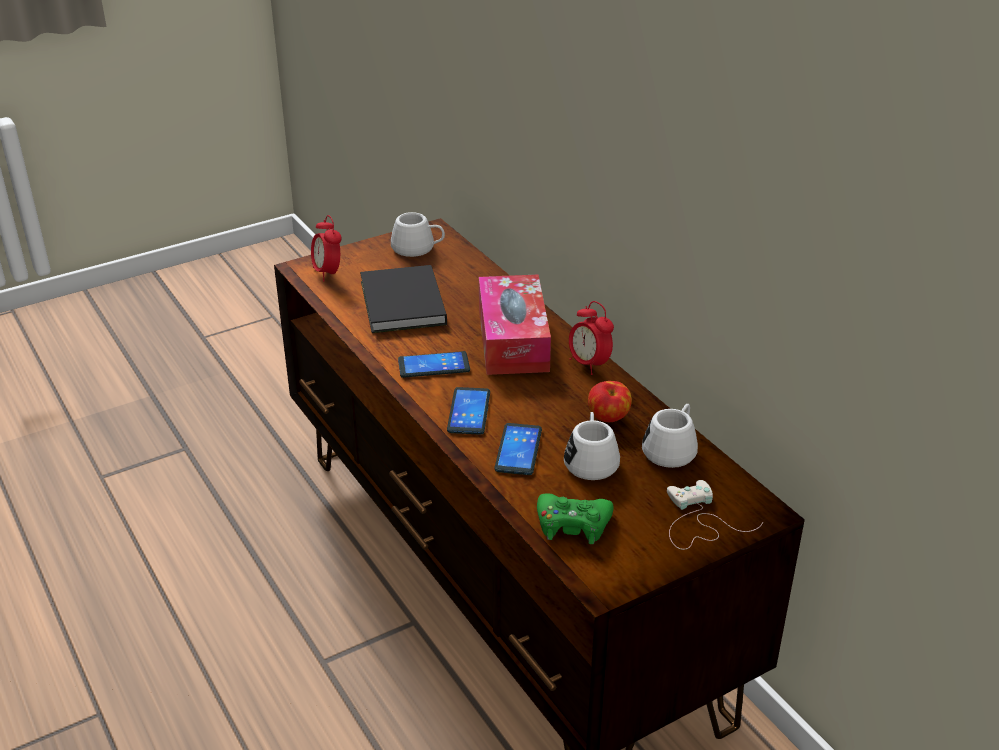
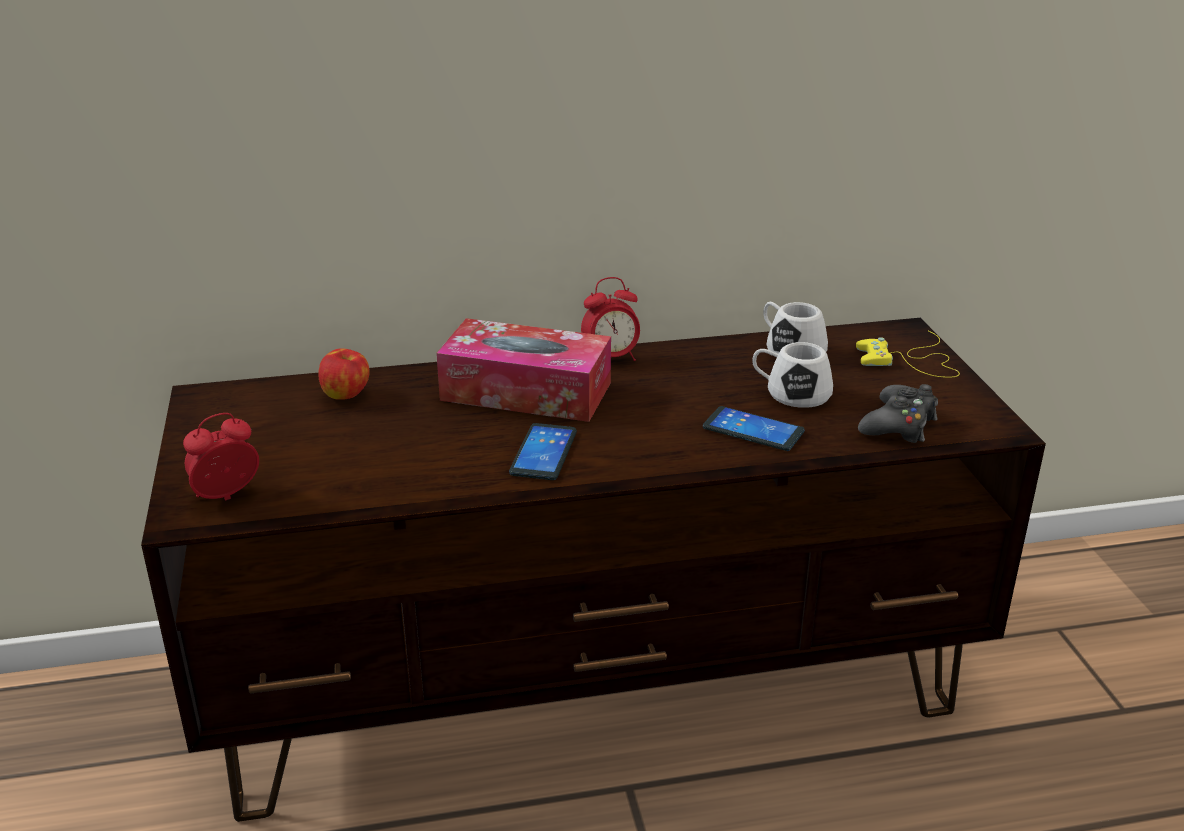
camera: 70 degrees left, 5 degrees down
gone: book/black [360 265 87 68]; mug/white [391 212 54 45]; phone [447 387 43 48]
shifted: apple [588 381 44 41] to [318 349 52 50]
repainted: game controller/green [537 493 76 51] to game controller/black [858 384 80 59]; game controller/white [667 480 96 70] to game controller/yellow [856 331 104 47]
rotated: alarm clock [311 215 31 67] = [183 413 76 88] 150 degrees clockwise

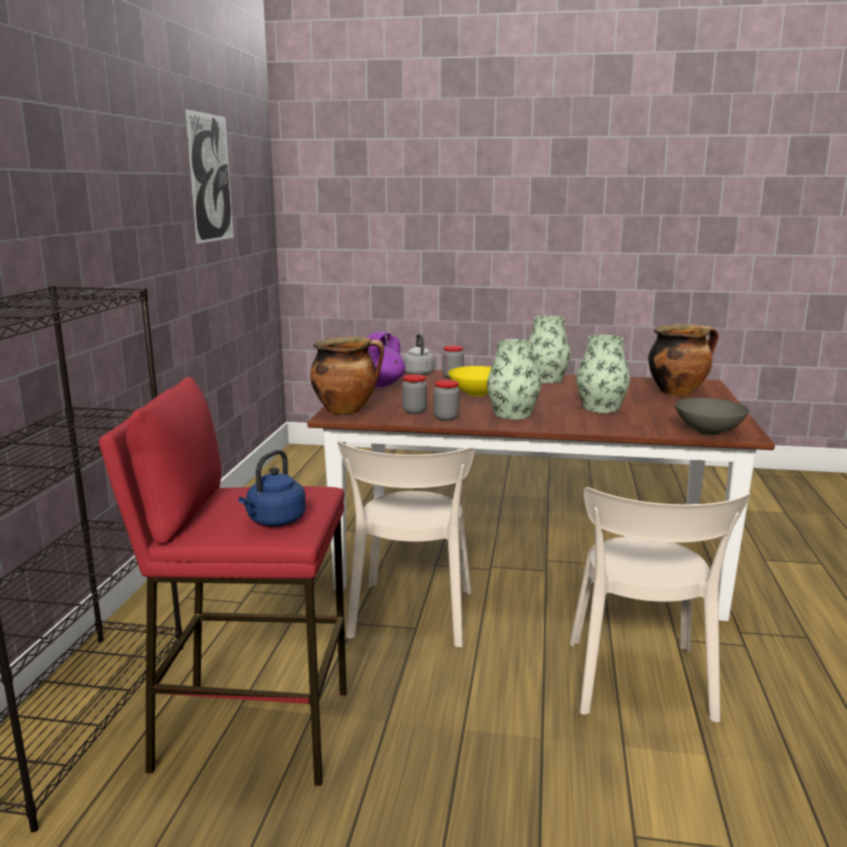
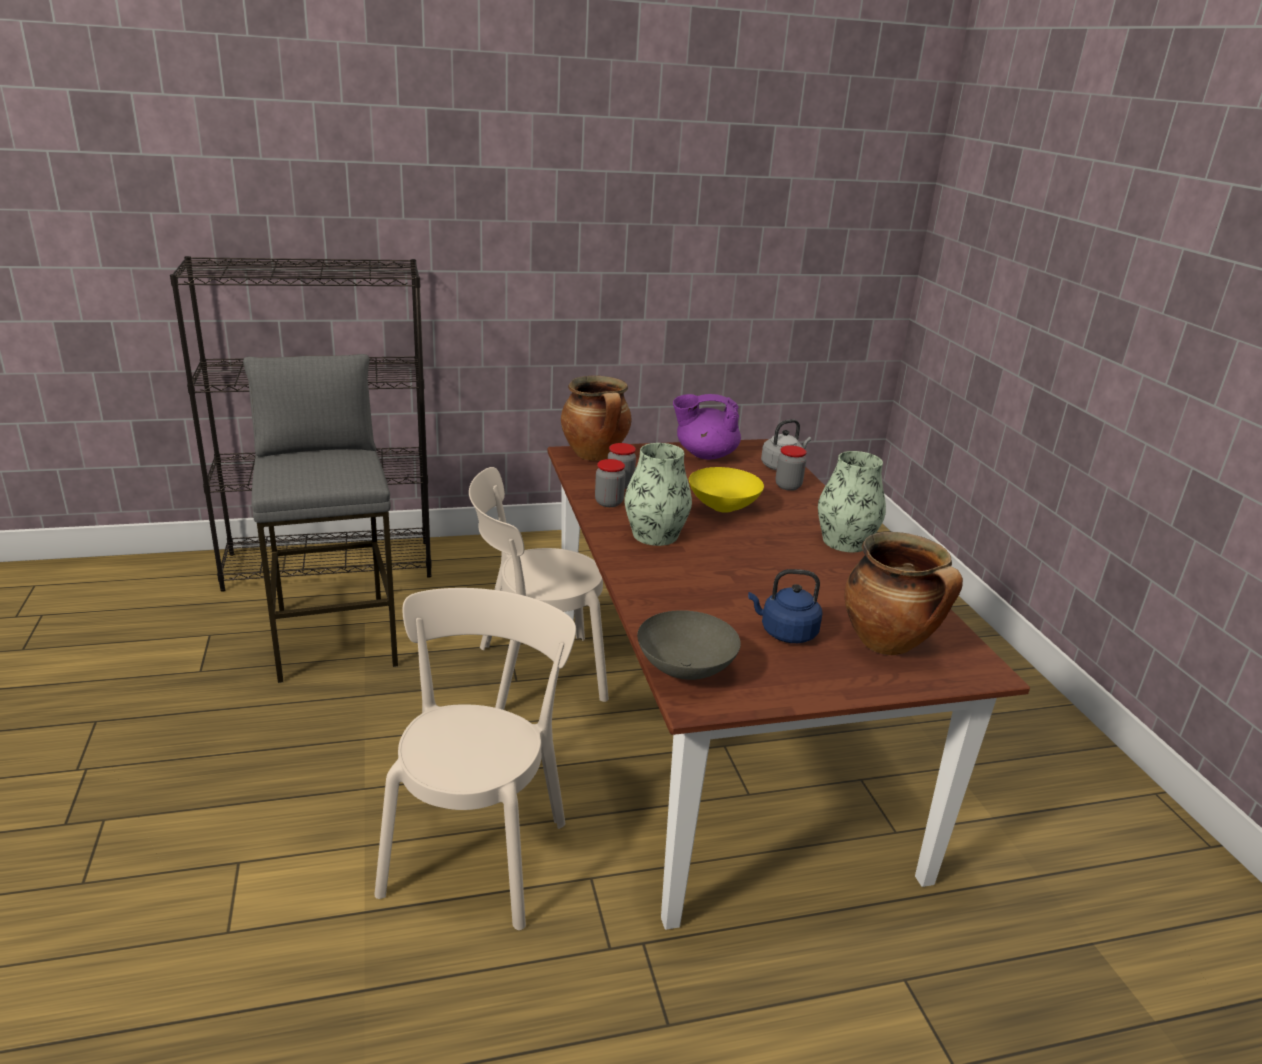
camera: 65 degrees right, 10 degrees up
gone: picture [186 109 48 135]; vase [576 335 54 78]
shifted: kettle/blue [238 450 68 76] to [748 569 75 74]
repainted: stool/red [99 377 248 409] to stool/grey [243 354 155 329]
rotated: chair/beige [570 487 181 235] = [374 588 202 342] 120 degrees clockwise

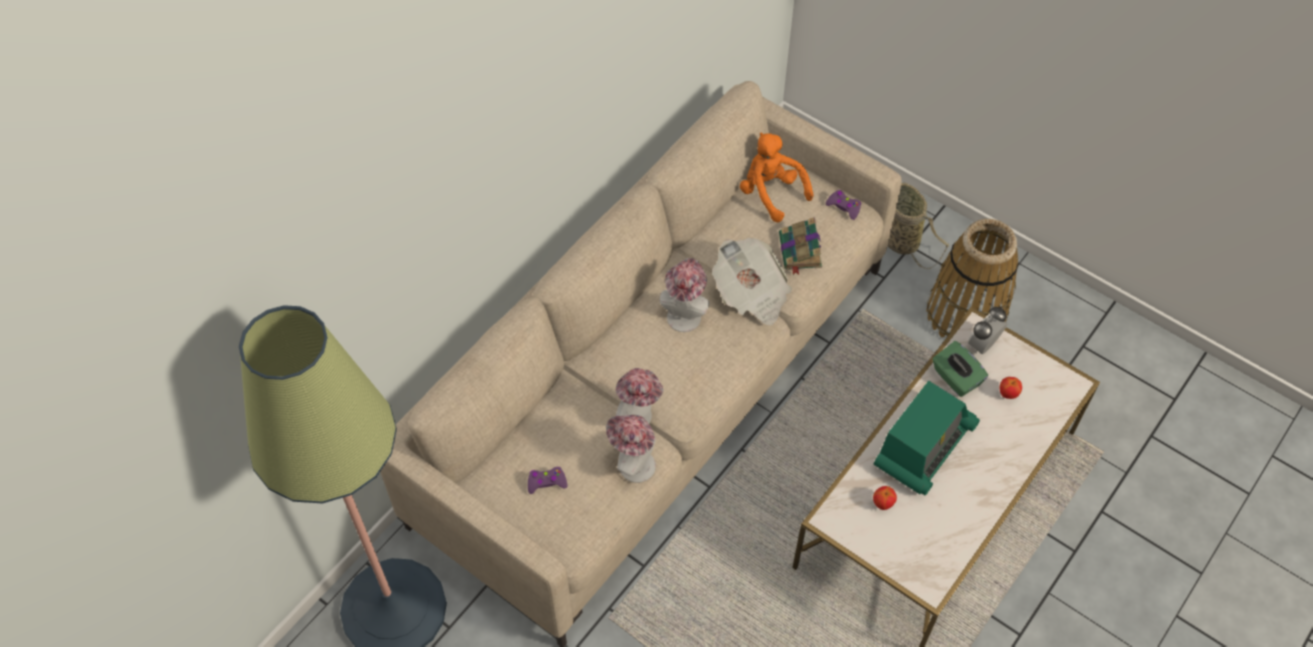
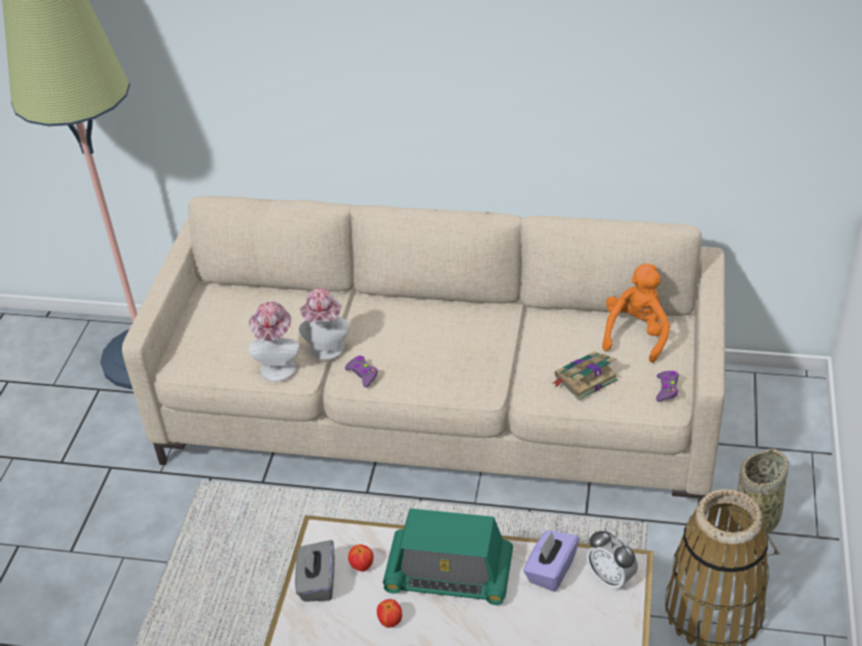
camera: 65 degrees right, 15 degrees down
gone: hat [660 258 49 74]; newspaper [712 238 80 88]
new: tissue box/grey [295 540 40 62]
shifted: game controller/purple [528 467 39 27] to [345 356 33 32]; apple [1000 377 22 22] to [377 599 25 29]
repainted: tissue box/green [932 341 56 56] to tissue box/purple [523 530 56 62]
rotated: alarm clock [967 307 40 47] = [586 531 52 60] 150 degrees counterclockwise

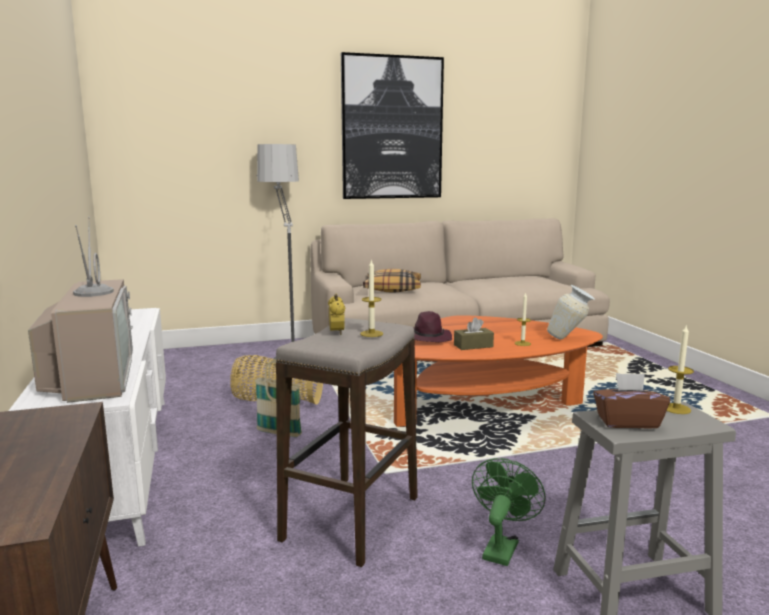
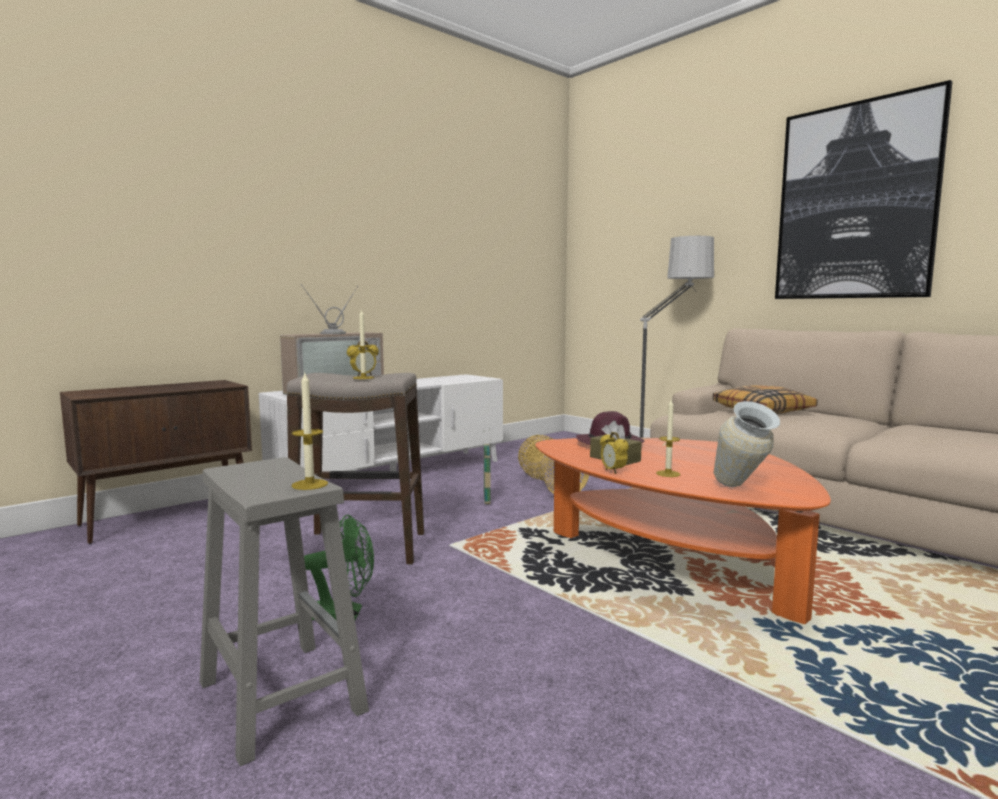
camera: 65 degrees right, 5 degrees down
gone: tissue box/brown [593 373 77 56]
new: alarm clock [600 432 29 42]

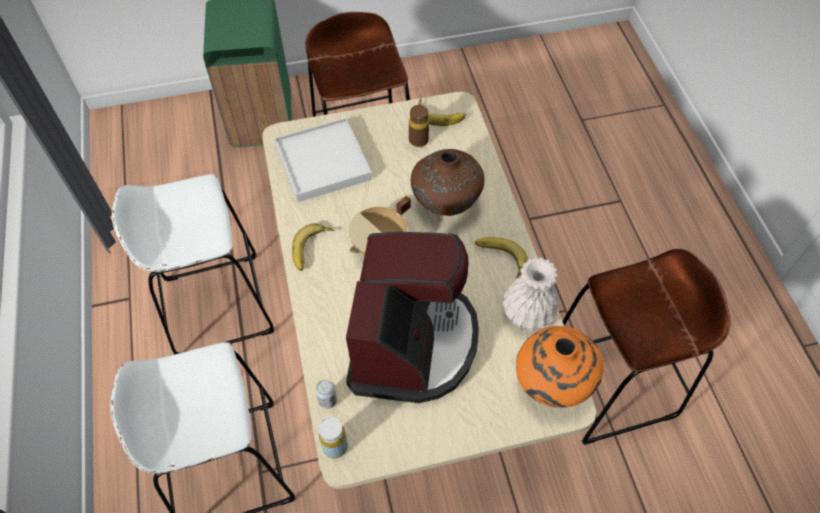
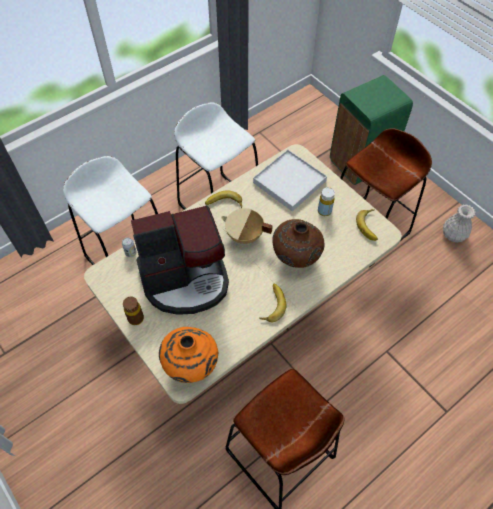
camera: 65 degrees right, 0 degrees up
shifted: bottle/yellow [318 417 30 41] to [318 187 17 29]; bottle/brown [409 105 20 42] to [123 296 21 29]; vase/white [503 257 56 75] to [443 204 33 39]

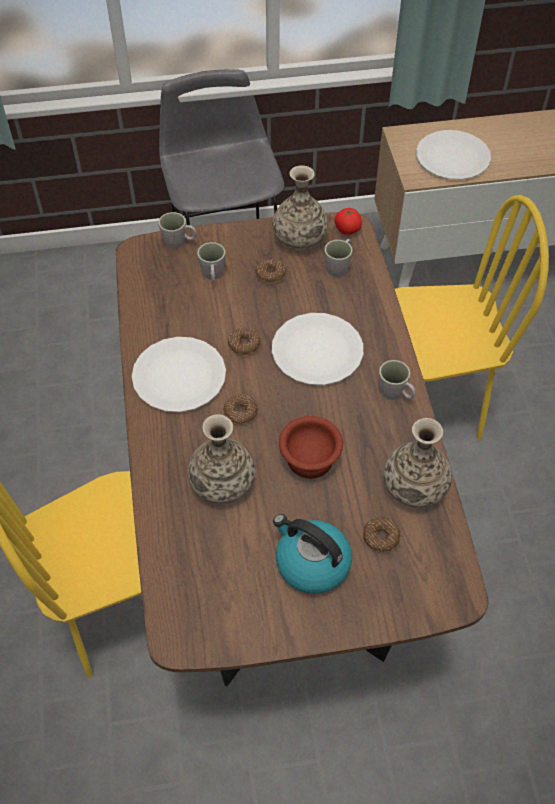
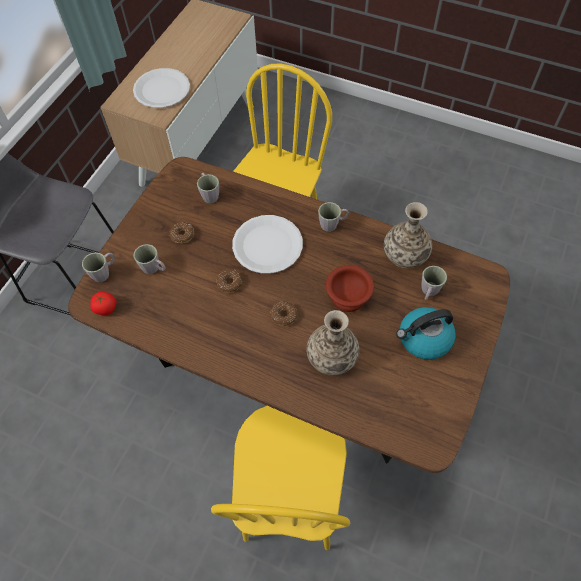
camera: 55 degrees left, 5 degrees up
gone: plate/white [132 337 94 75]; vase [272 165 56 86]
shifted: tomato [335 208 27 27] to [90 292 26 23]
swapped: donut [363 517 37 35] to mug/grey [421 266 26 34]

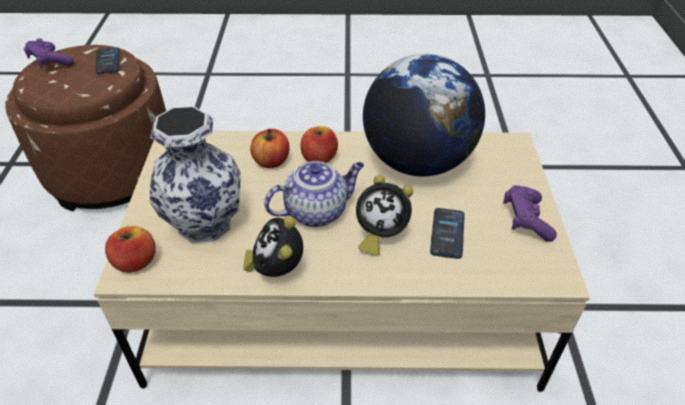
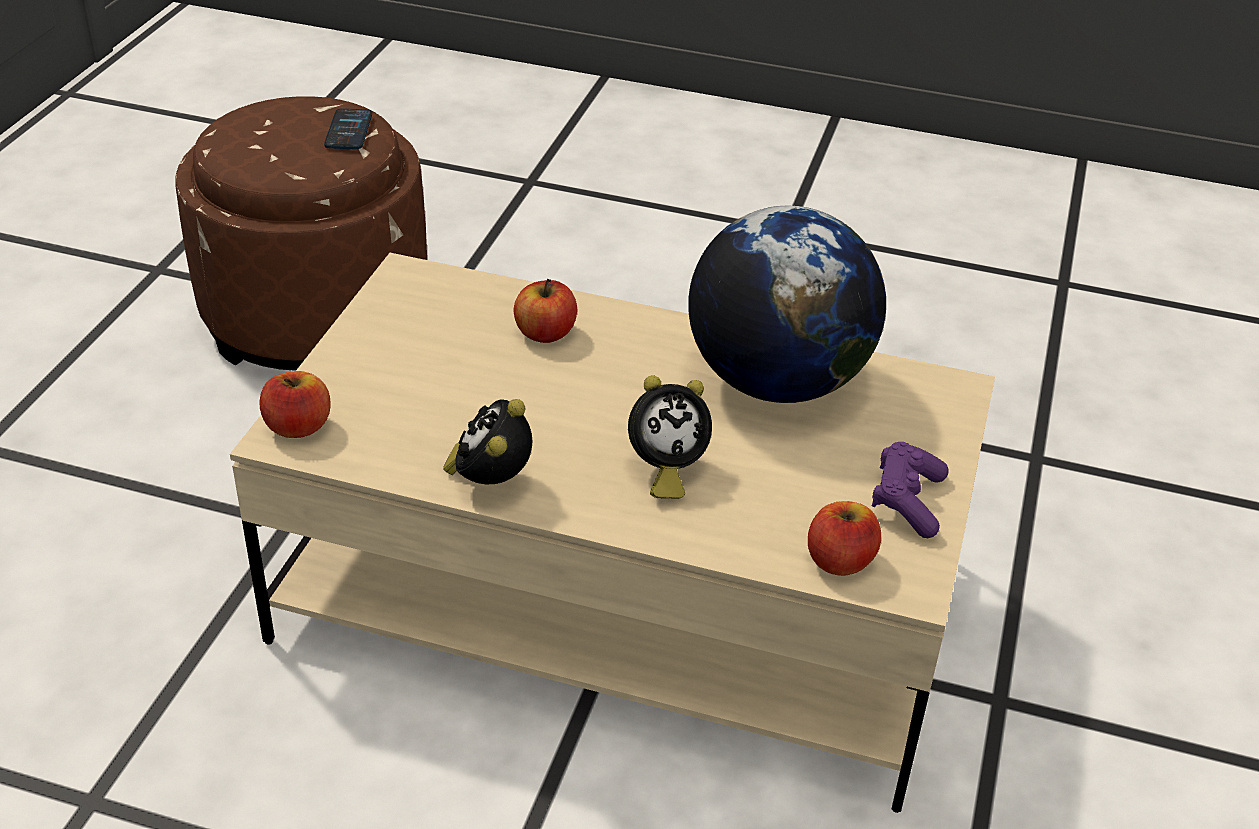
camera: 15 degrees right, 5 degrees down
gone: game controller/purple [24 38 50 30]; vase [150 106 91 137]; teapot [264 161 100 66]; phone [430 208 35 51]
shifted: apple [300 126 38 37] to [808 501 73 75]
rotated: alarm clock [356 175 57 81] = [628 375 84 124] 45 degrees counterclockwise

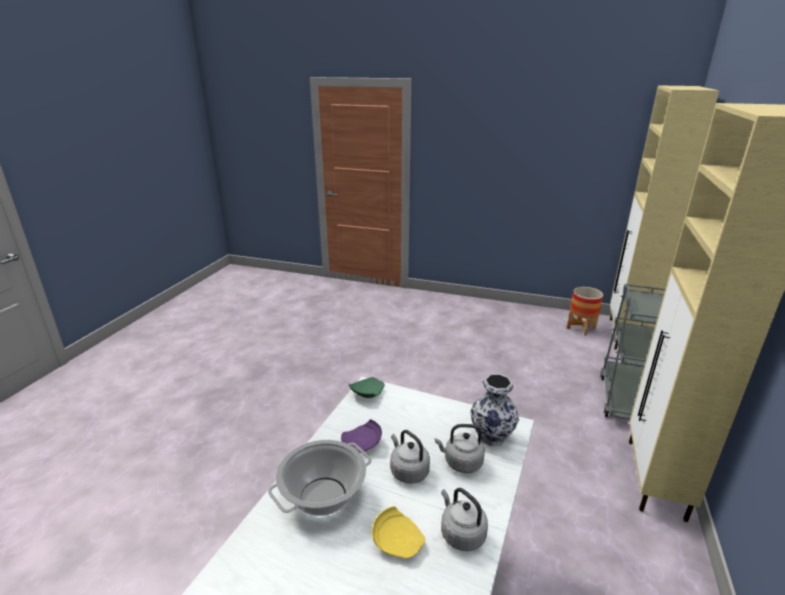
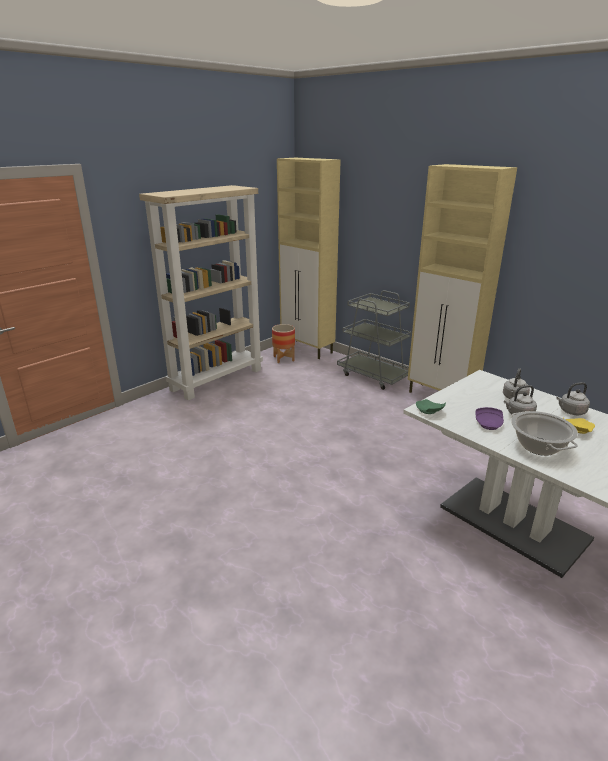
camera: 65 degrees left, 0 degrees up
gone: vase [470 374 49 73]
new: bookcase/beige [139 185 124 215]

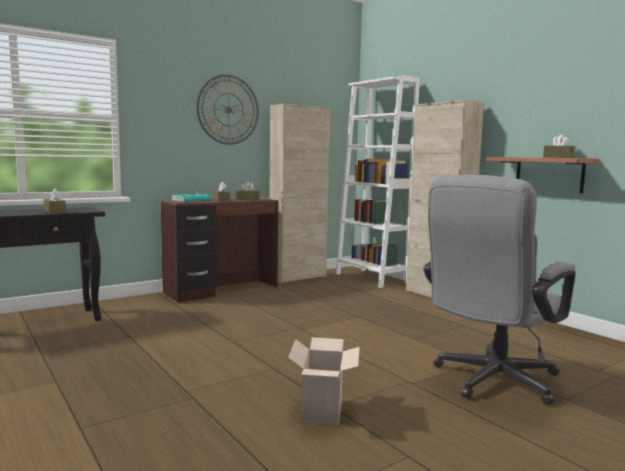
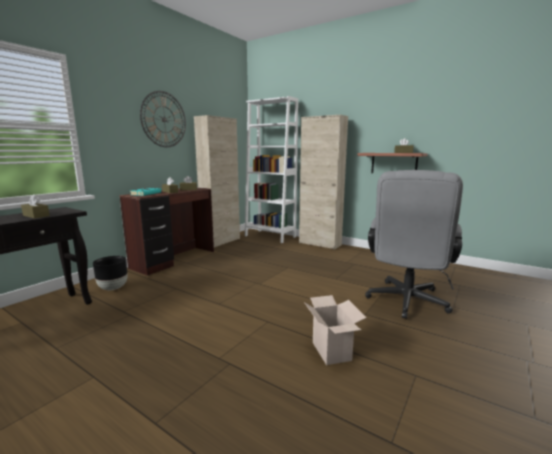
camera: 20 degrees left, 5 degrees up
new: planter/black [93 256 35 34]

